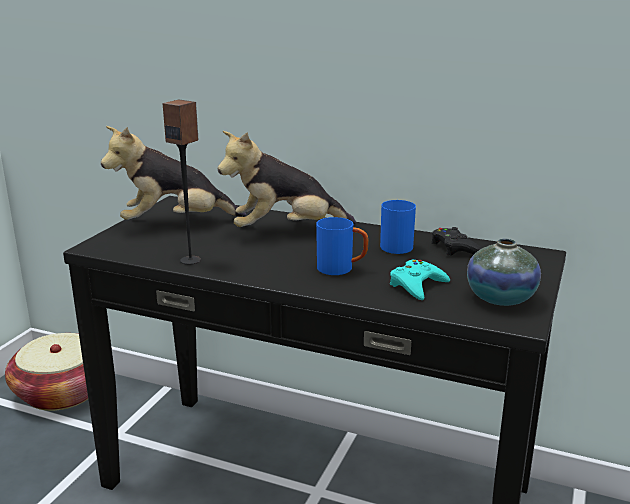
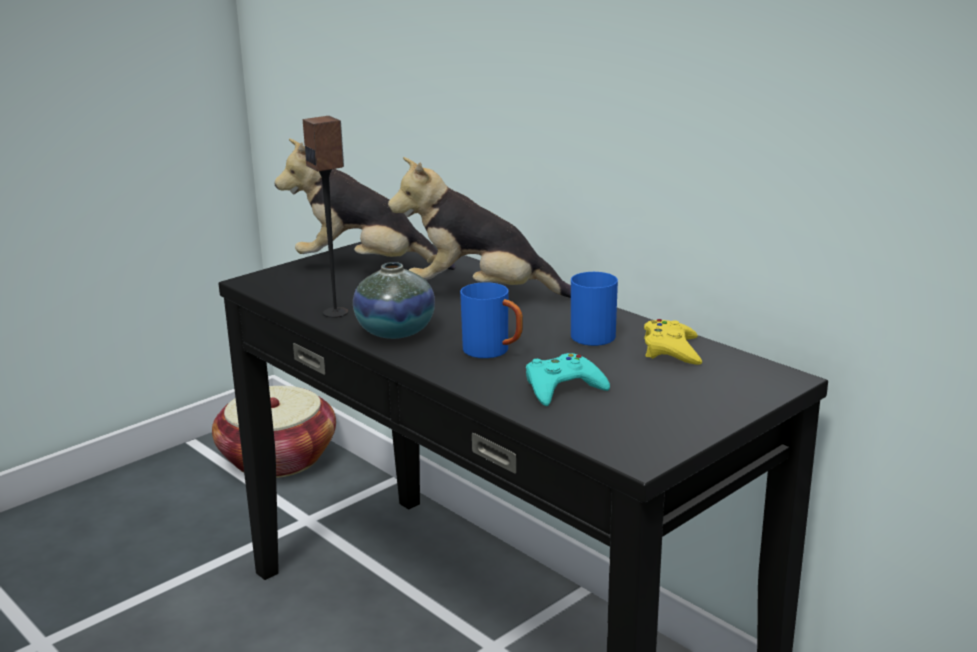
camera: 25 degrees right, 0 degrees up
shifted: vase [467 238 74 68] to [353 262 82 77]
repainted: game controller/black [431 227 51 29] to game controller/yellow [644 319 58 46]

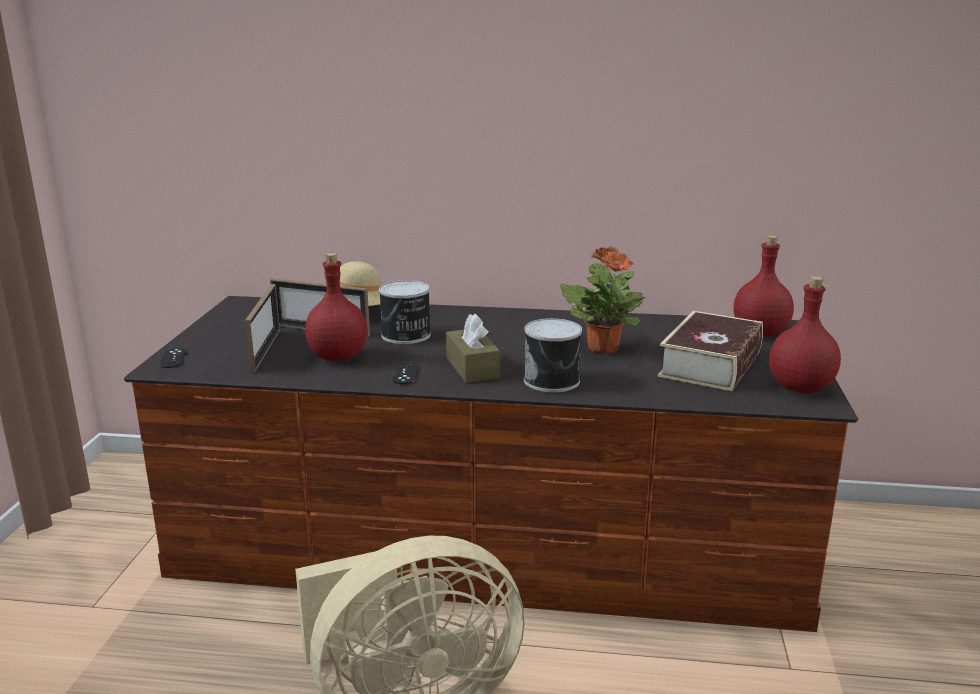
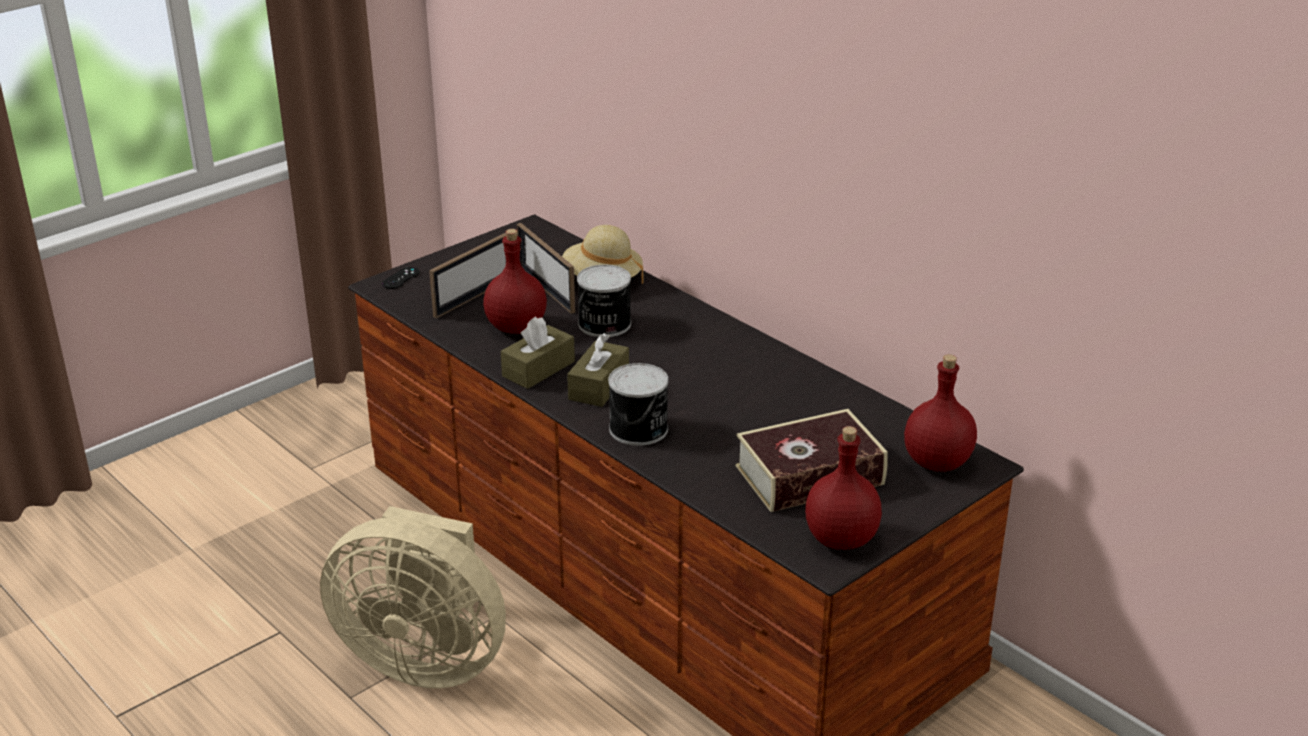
camera: 40 degrees right, 10 degrees up
gone: potted plant [560 246 85 107]
swapped: game controller/black [393 362 25 22] to tissue box/brown [501 316 74 73]

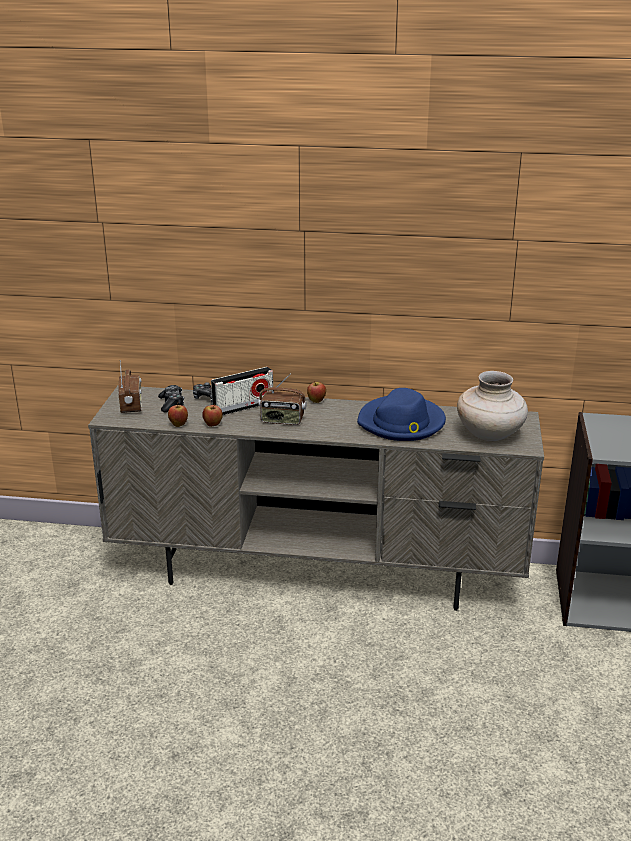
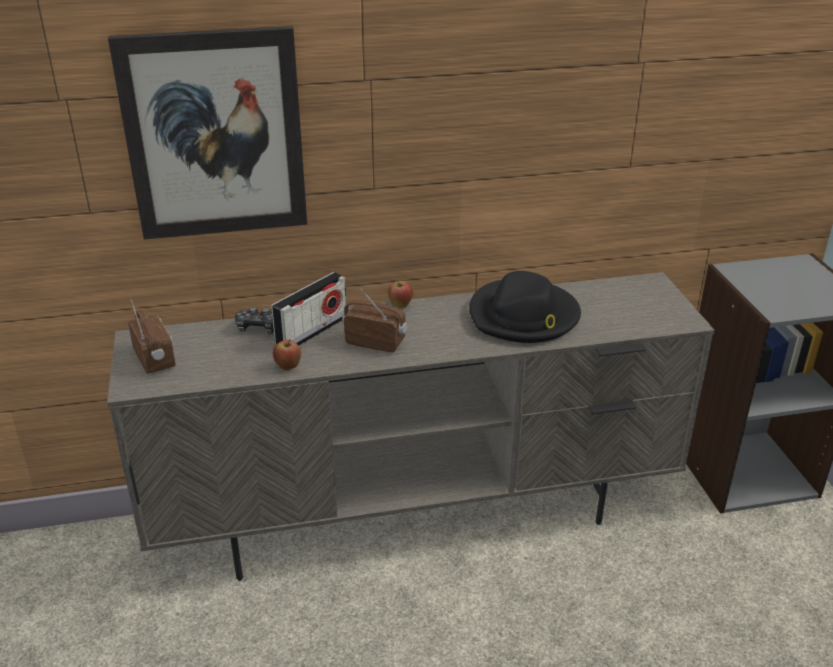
camera: 20 degrees left, 5 degrees up
gone: game controller [158 385 26 28]; apple [168 402 20 25]; vase/beige [457 371 71 70]
new: picture [108 26 199 214]
repainted: hat/blue [357 388 89 53] to hat/black [469 271 112 72]
rotated: radio [258 374 49 51] = [342 288 65 65] 150 degrees counterclockwise

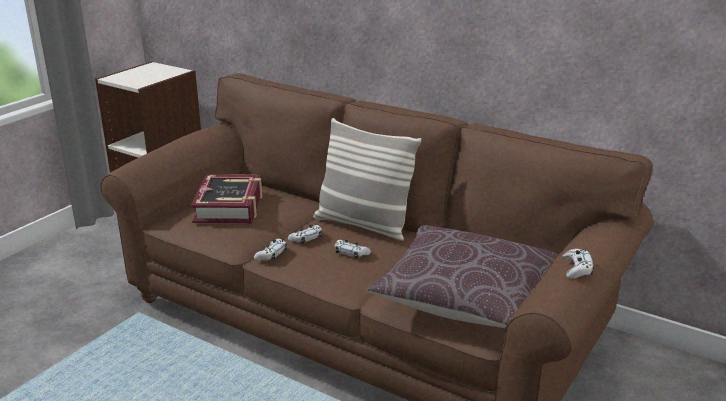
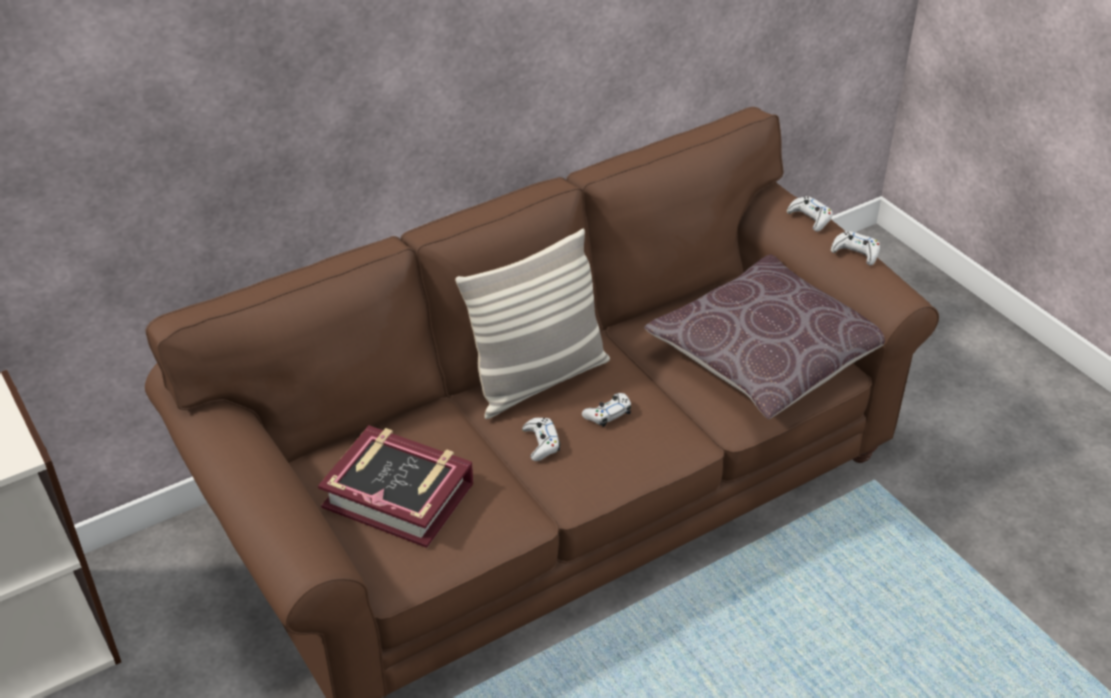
camera: 65 degrees left, 15 degrees up
shifted: game controller/white [254 239 33 22] to [787 196 46 36]

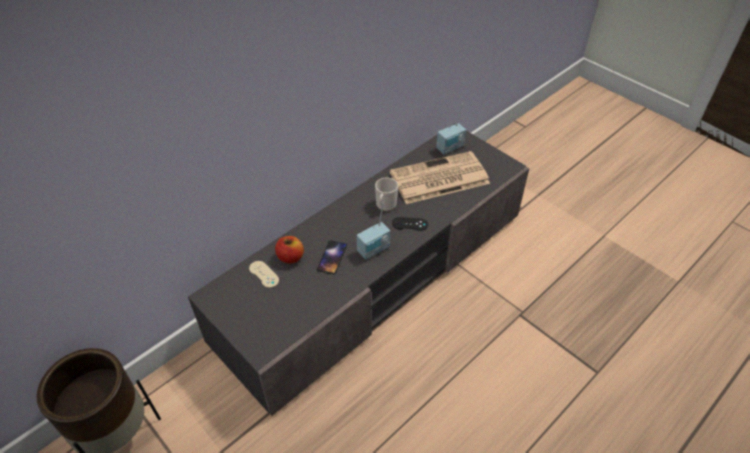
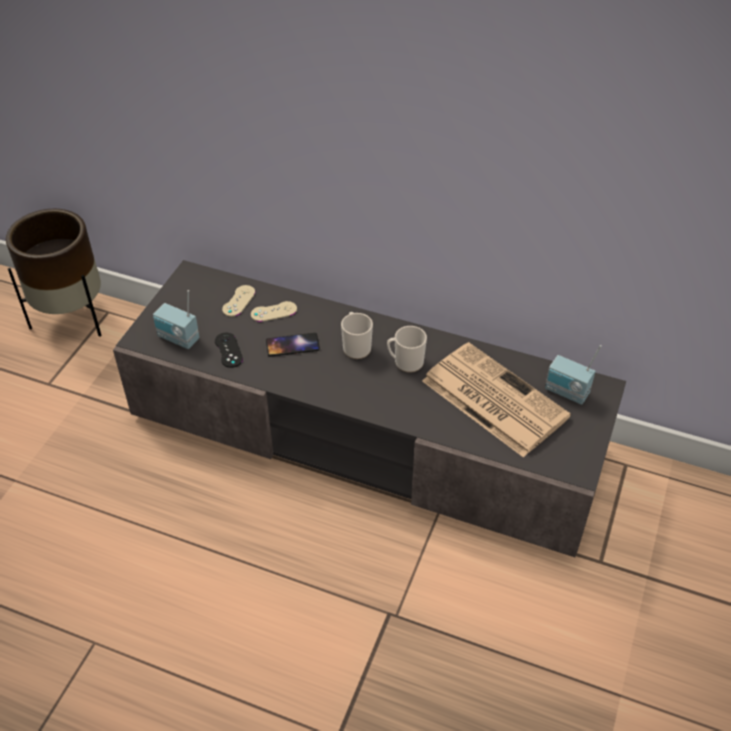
camera: 65 degrees right, 0 degrees up
new: mug [341 312 32 47]
shifted: radio [357 202 33 58] to [153 290 47 59]; game controller/black [392 217 36 14] to [215 333 28 35]
swapped: apple [275 236 29 28] to game controller/beige [251 301 46 21]

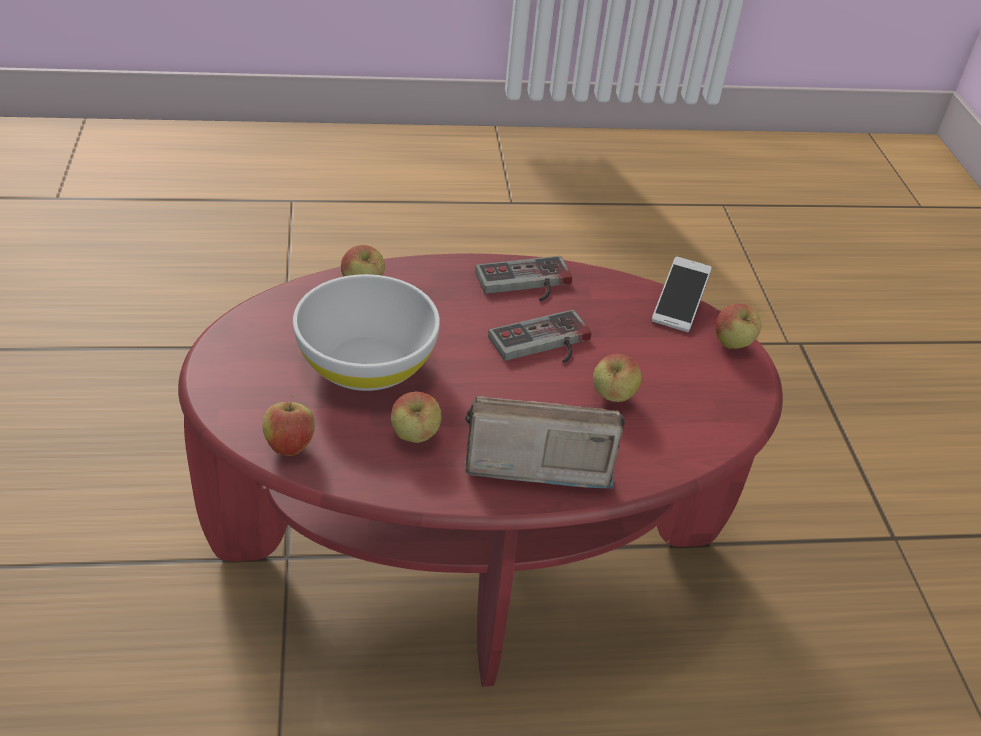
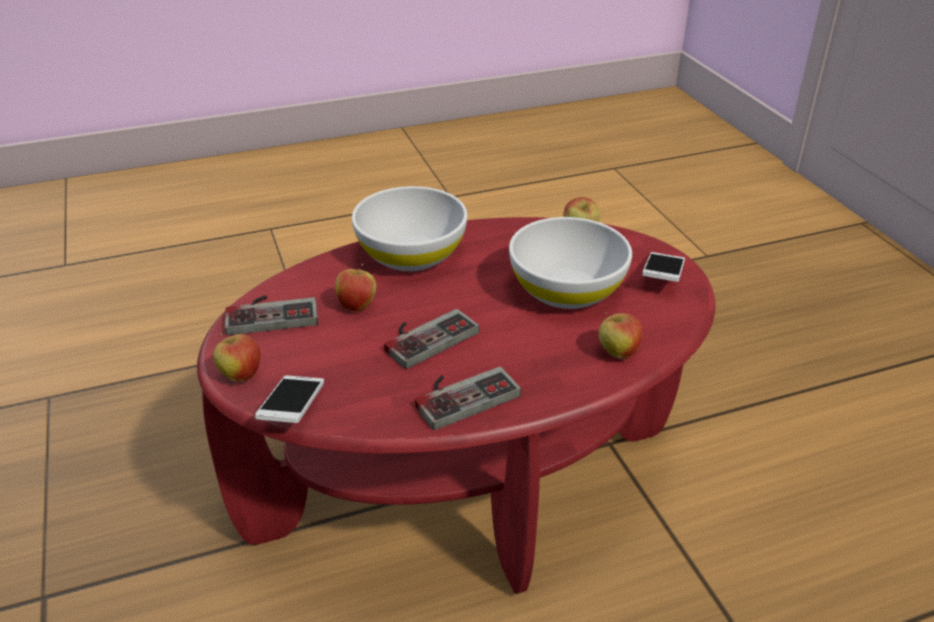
camera: 170 degrees right, 5 degrees down
gone: apple [391 392 51 51]
new: game controller [225 295 93 40]; phone [642 252 43 30]
swapped: radio [465 396 159 93] to bowl/white [352 186 115 85]

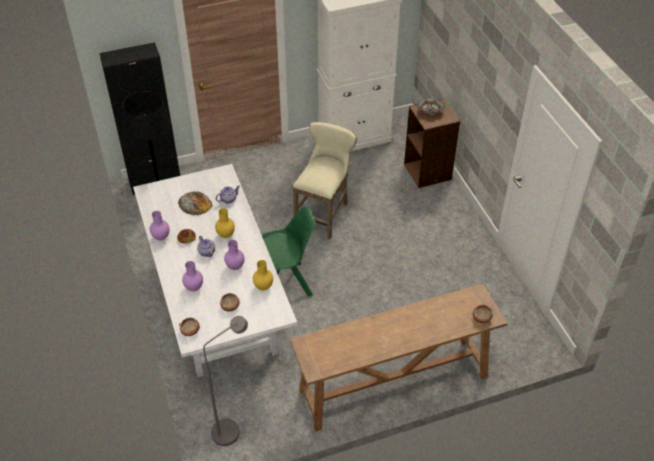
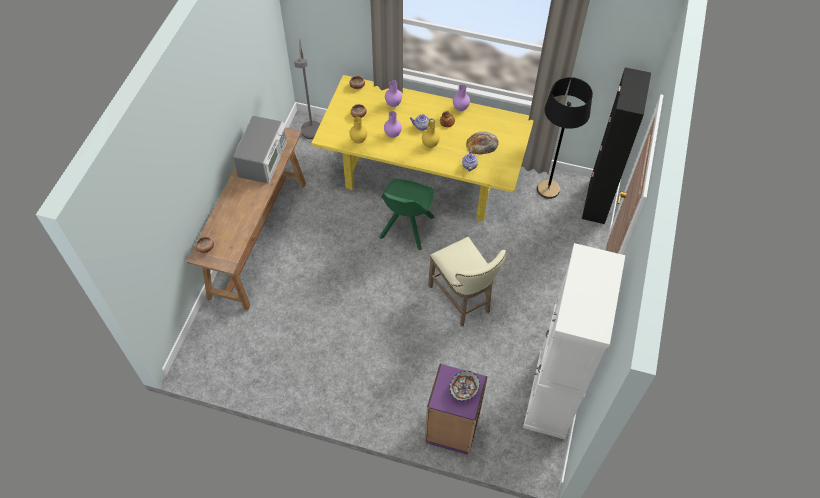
camera: 125 degrees right, 10 degrees up
new: microwave [233 116 54 68]
repainted: dining table/white [133 164 164 213] to dining table/yellow [312 75 221 146]; bookcase/brown [404 98 56 90] to bookcase/purple [425 364 63 91]

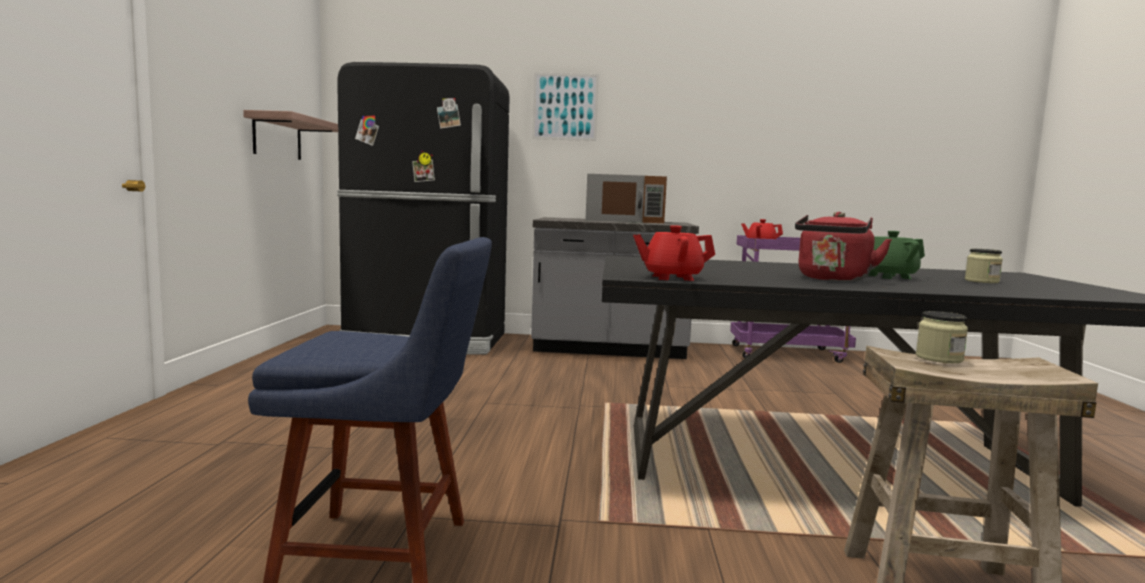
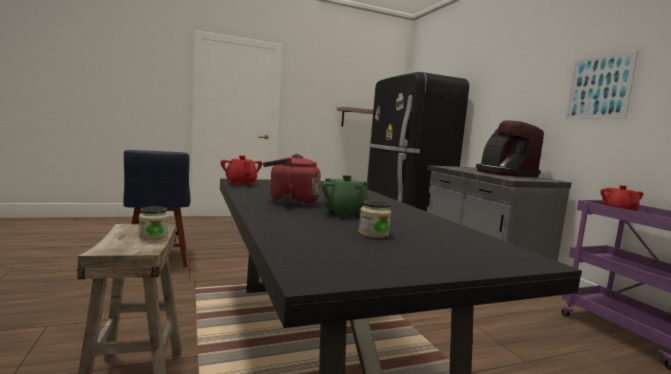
camera: 65 degrees right, 0 degrees up
shifted: picture [532 72 67 69] to [565 50 74 69]
swapped: microwave/brown [585 174 82 49] to coffee machine [476 121 68 56]

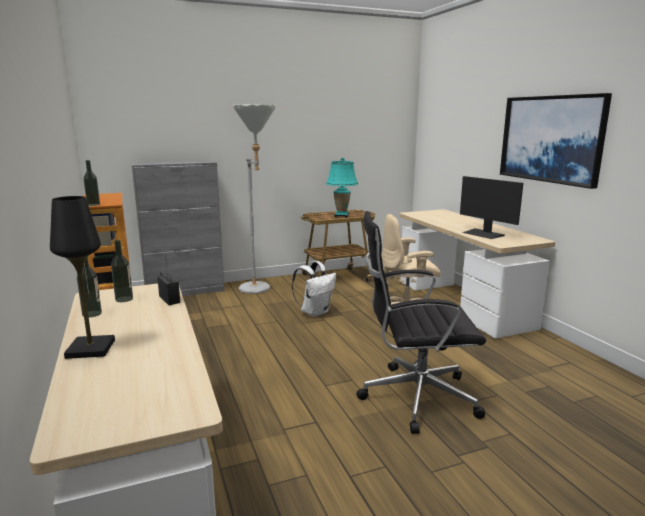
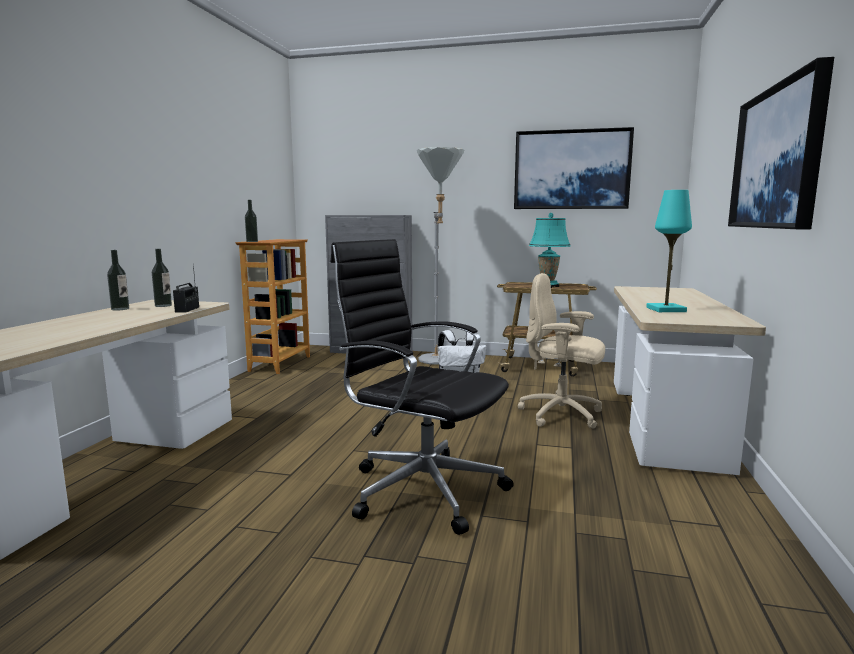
camera: 35 degrees right, 5 degrees down
gone: table lamp/black [50 196 65 163]
new: picture [514 127 120 82]
swapped: monitor [460 176 63 63] to table lamp/turquoise [646 190 46 122]

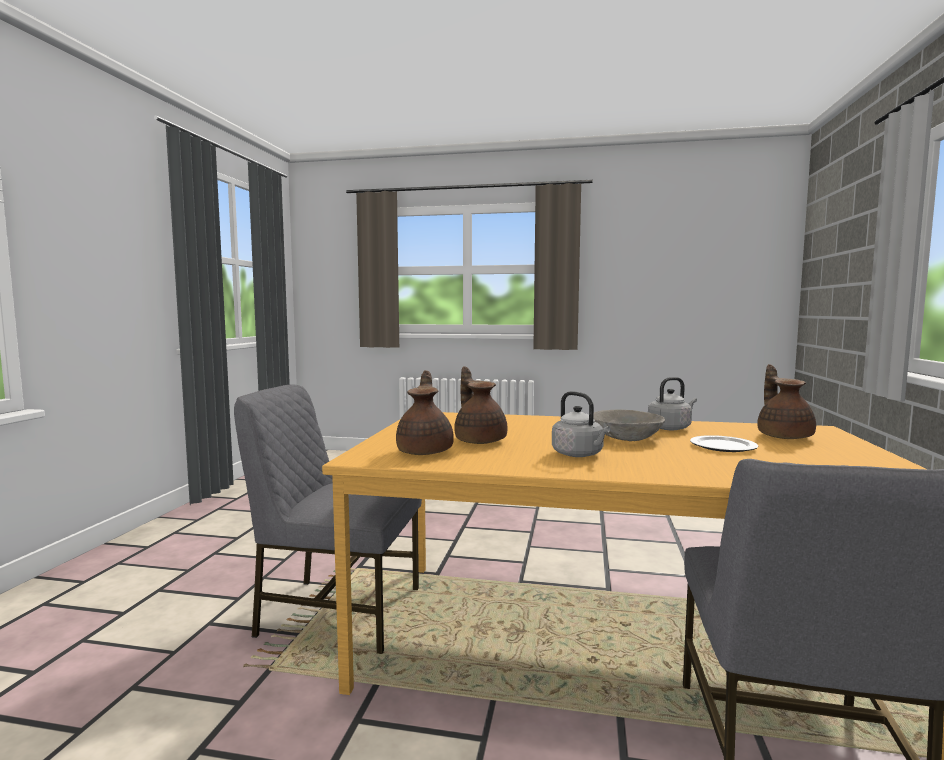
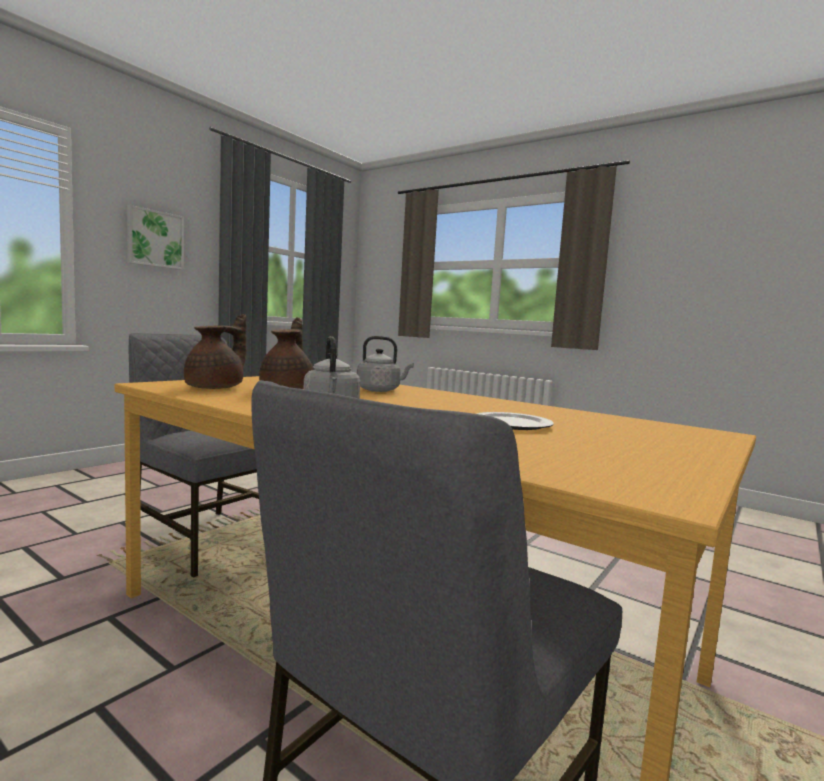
camera: 25 degrees right, 0 degrees up
gone: bowl/grey [593 409 72 32]; teapot/brown [757 364 59 75]
new: picture [127 205 57 65]
shifted: kettle/grey [648 377 49 53] to [357 336 57 56]

